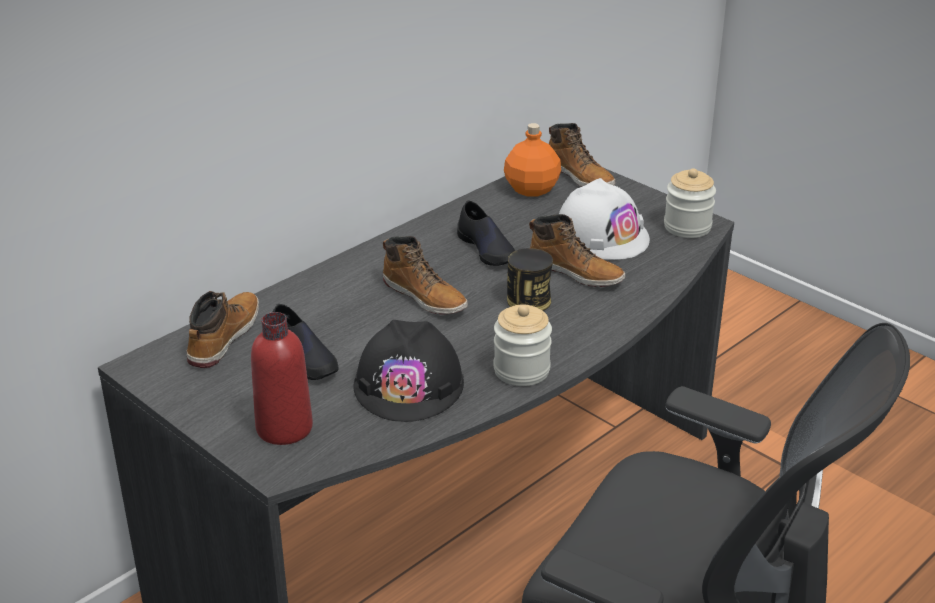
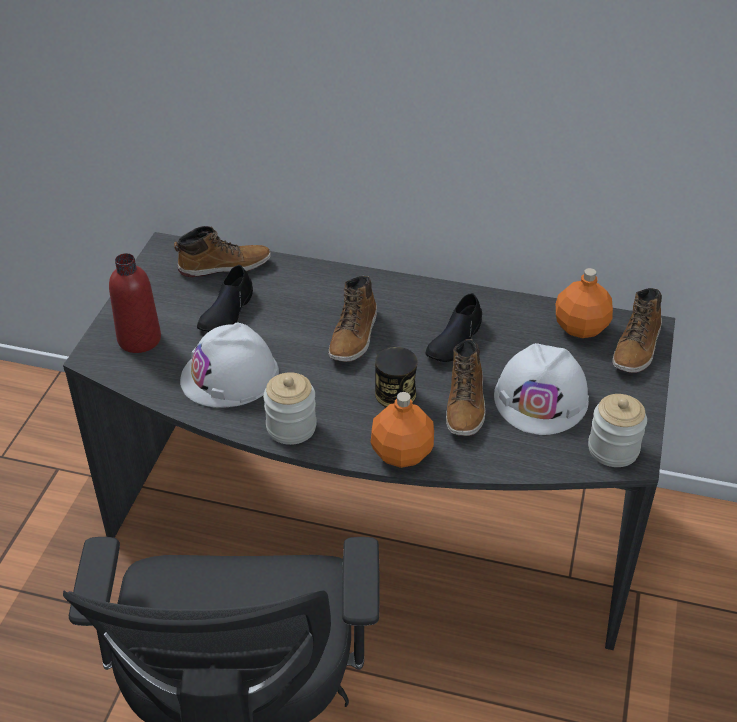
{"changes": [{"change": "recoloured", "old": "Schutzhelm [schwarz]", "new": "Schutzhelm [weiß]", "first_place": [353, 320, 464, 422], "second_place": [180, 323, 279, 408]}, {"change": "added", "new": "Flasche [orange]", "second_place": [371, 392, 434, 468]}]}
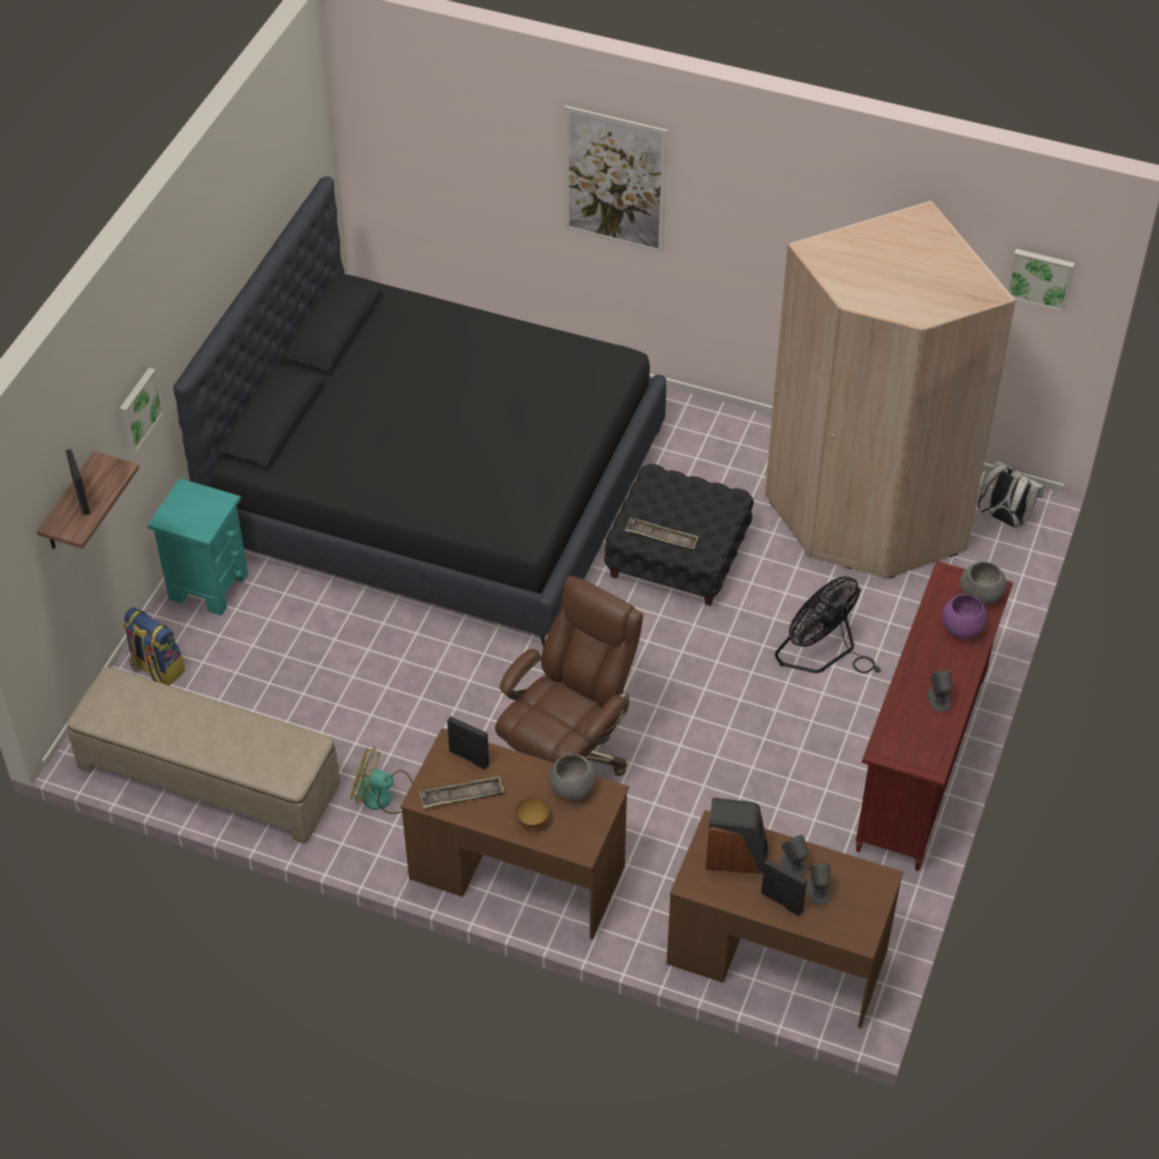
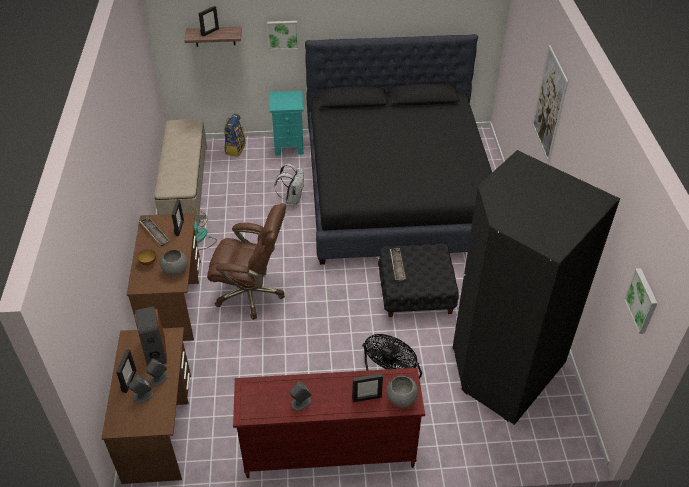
{"changes": [{"change": "recoloured", "old": "Kleiderschrank [beige]", "new": "Kleiderschrank [schwarz]", "first_place": [765, 200, 1016, 579], "second_place": [452, 150, 620, 425]}, {"change": "replaced", "old": "Schüssel [lila]", "new": "Bilderrahmen", "first_place": [942, 594, 987, 639], "second_place": [352, 373, 383, 402]}, {"change": "moved", "old": "Rucksack [weiß]", "first_place": [978, 461, 1044, 529], "second_place": [274, 163, 304, 205]}]}
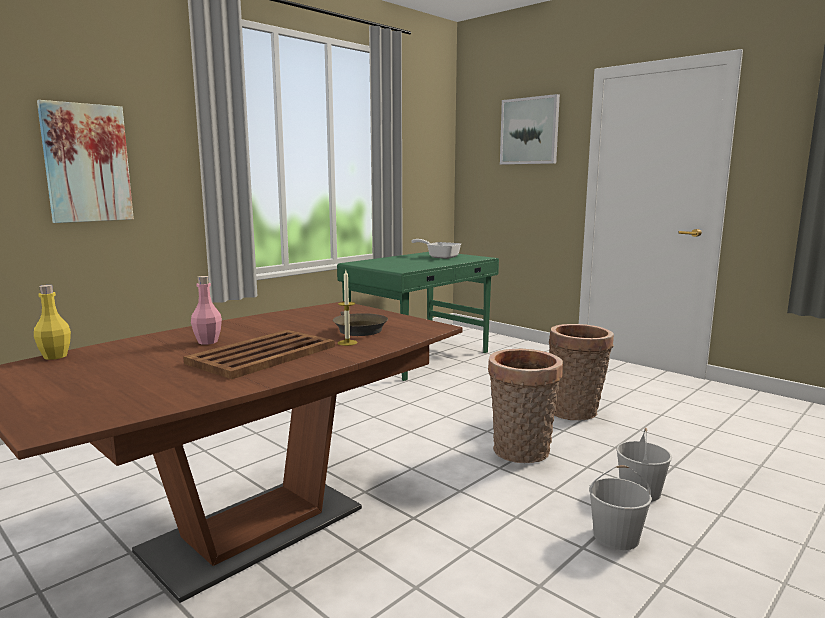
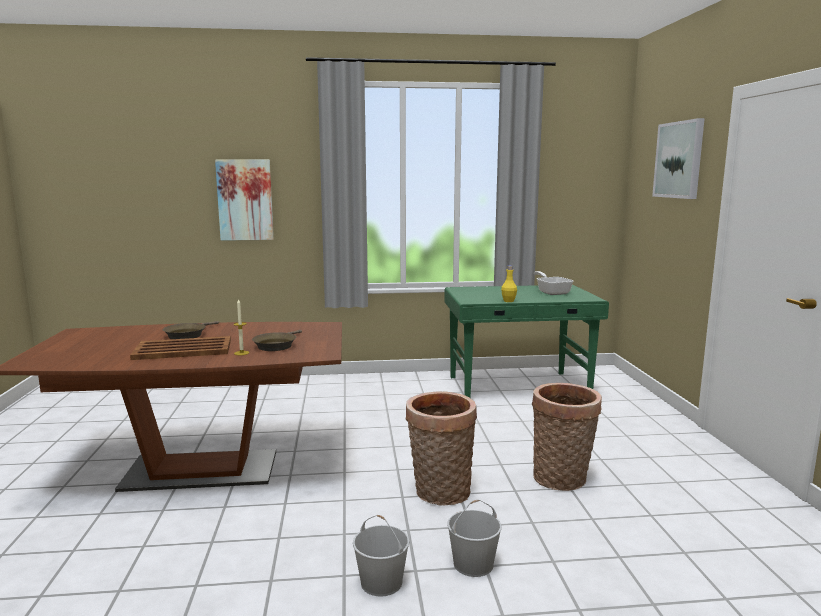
{"changes": [{"change": "moved", "old": "Flasche [gelb]", "first_place": [34, 285, 71, 360], "second_place": [501, 266, 517, 302]}, {"change": "replaced", "old": "Flasche [rosa]", "new": "Pfanne [braun]", "first_place": [191, 276, 222, 345], "second_place": [163, 321, 219, 339]}]}
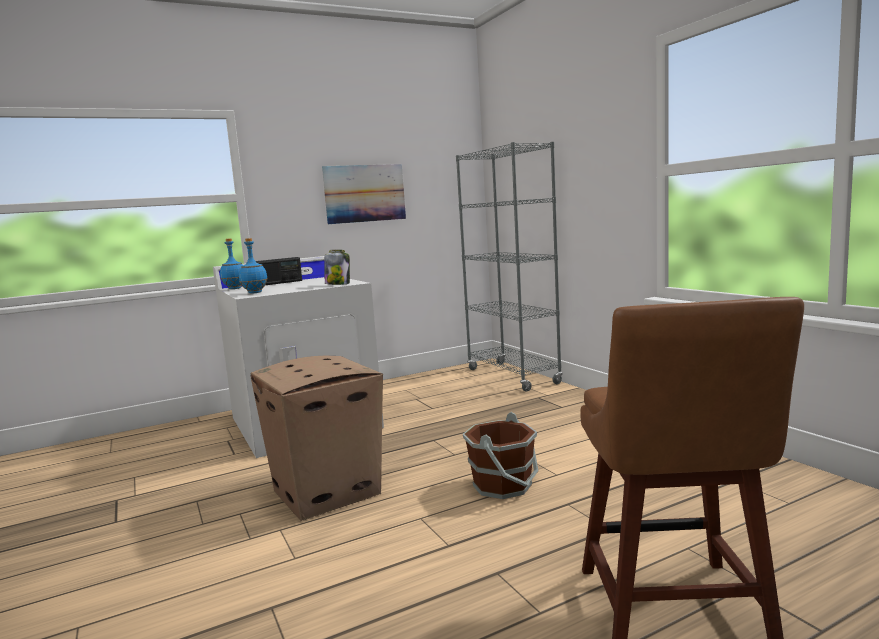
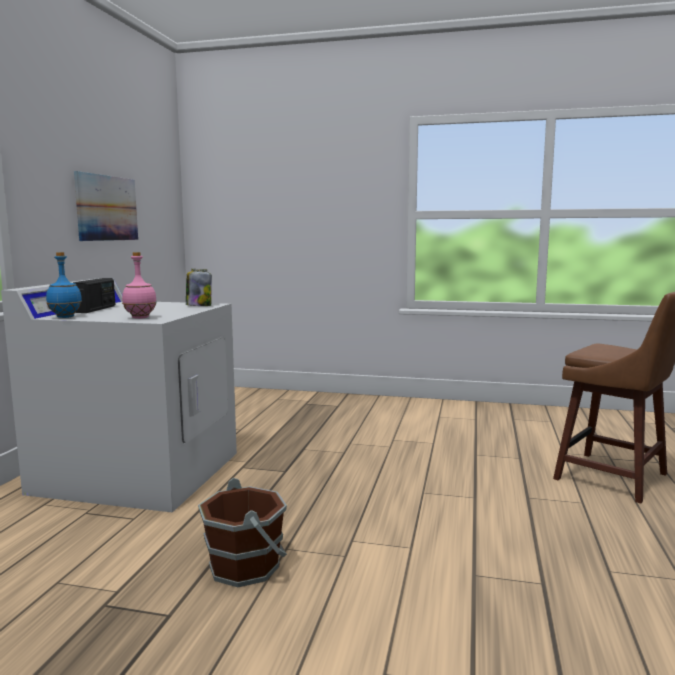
{"changes": [{"change": "recoloured", "old": "Flasche [blau]", "new": "Flasche [rosa]", "first_place": [239, 238, 268, 293], "second_place": [122, 252, 157, 319]}, {"change": "removed", "old": "Karton", "first_place": [251, 356, 383, 521]}, {"change": "removed", "old": "Bücherregal [grau]", "first_place": [456, 142, 563, 392]}, {"change": "moved", "old": "Eimer [braun]", "first_place": [463, 412, 538, 499], "second_place": [198, 477, 287, 587]}]}
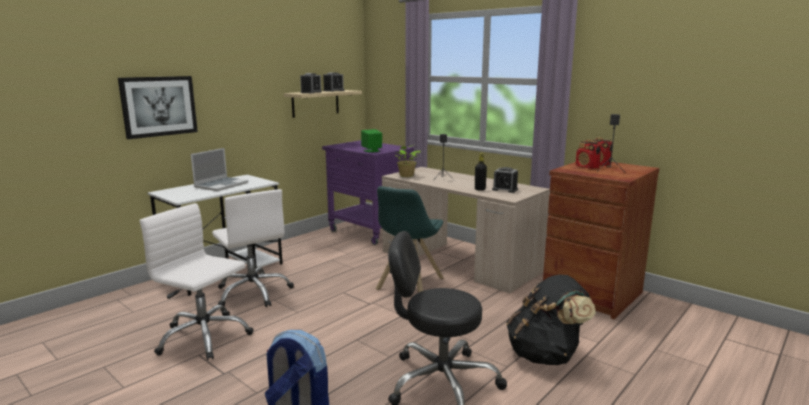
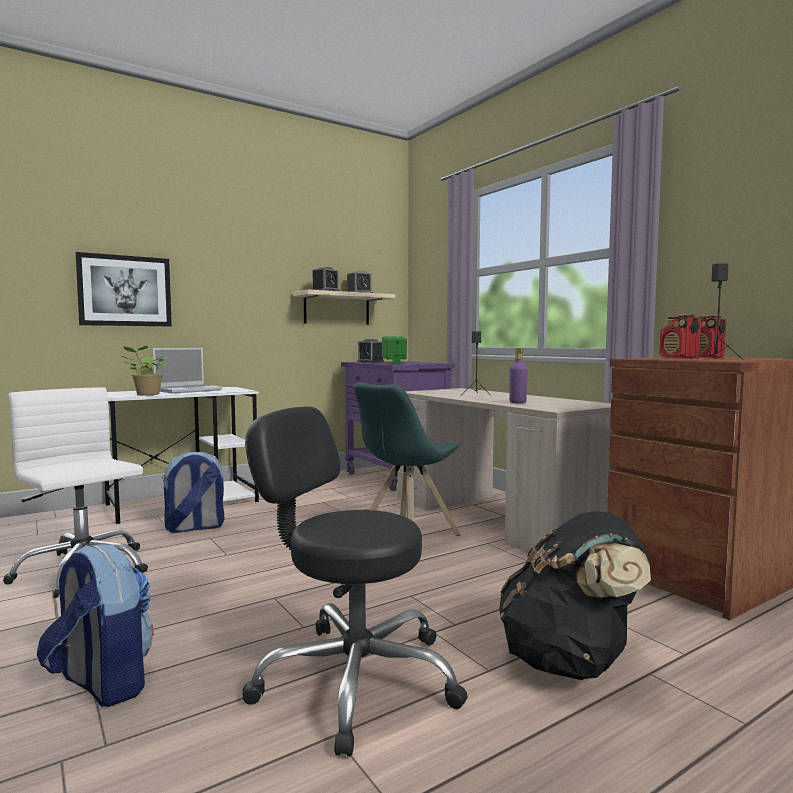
{"changes": [{"change": "replaced", "old": "Bürostuhl [weiß]", "new": "Rucksack", "first_place": [212, 189, 294, 307], "second_place": [162, 452, 224, 533]}, {"change": "moved", "old": "Topfpflanze", "first_place": [395, 145, 421, 177], "second_place": [122, 346, 168, 396]}, {"change": "recoloured", "old": "Flasche [schwarz]", "new": "Flasche [lila]", "first_place": [475, 153, 487, 191], "second_place": [510, 348, 528, 403]}, {"change": "moved", "old": "Wecker", "first_place": [492, 167, 518, 193], "second_place": [357, 339, 384, 363]}]}
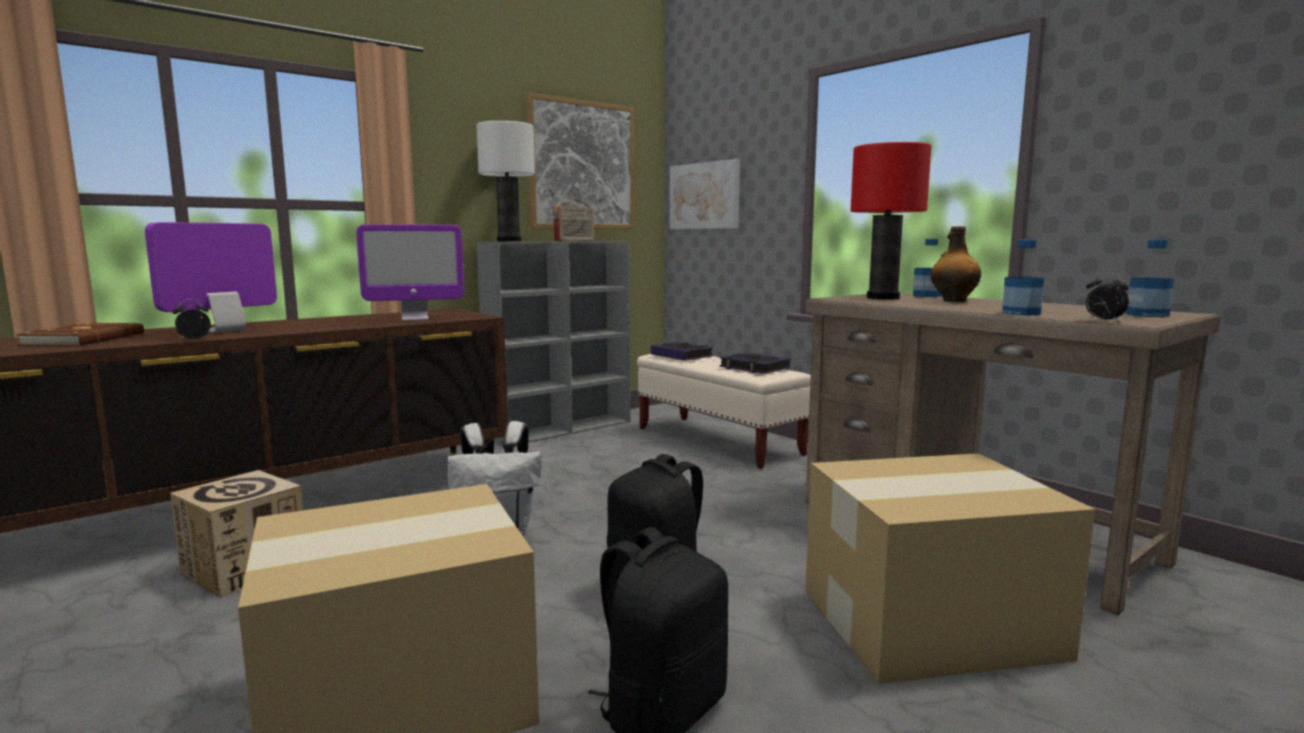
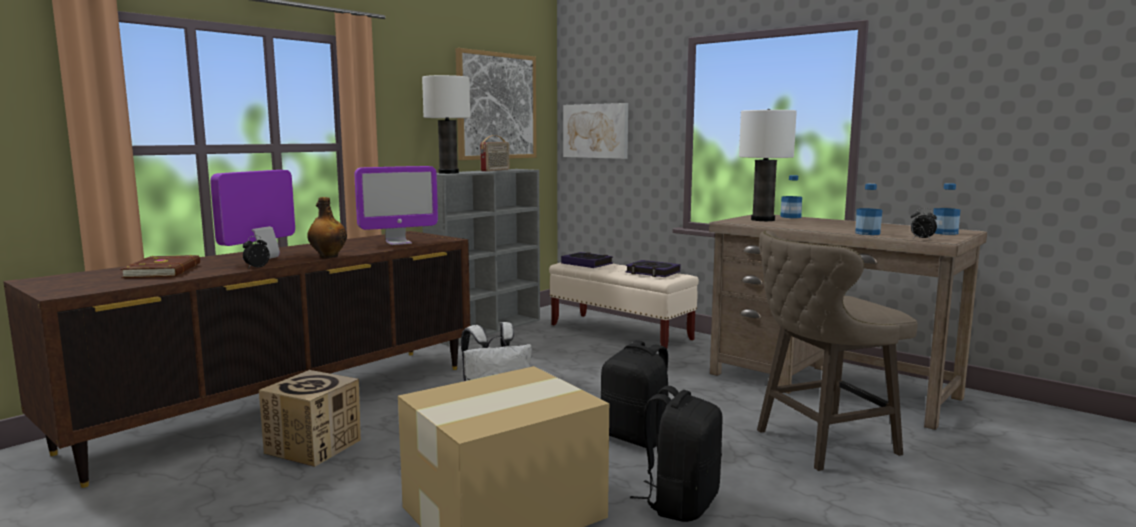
{"changes": [{"change": "replaced", "old": "Karton", "new": "Hocker [beige]", "first_place": [805, 453, 1095, 684], "second_place": [757, 230, 918, 471]}, {"change": "recoloured", "old": "Tischlampe [rot]", "new": "Tischlampe [weiß]", "first_place": [851, 142, 931, 299], "second_place": [739, 109, 797, 221]}, {"change": "moved", "old": "Flasche", "first_place": [931, 226, 981, 302], "second_place": [307, 197, 347, 258]}]}
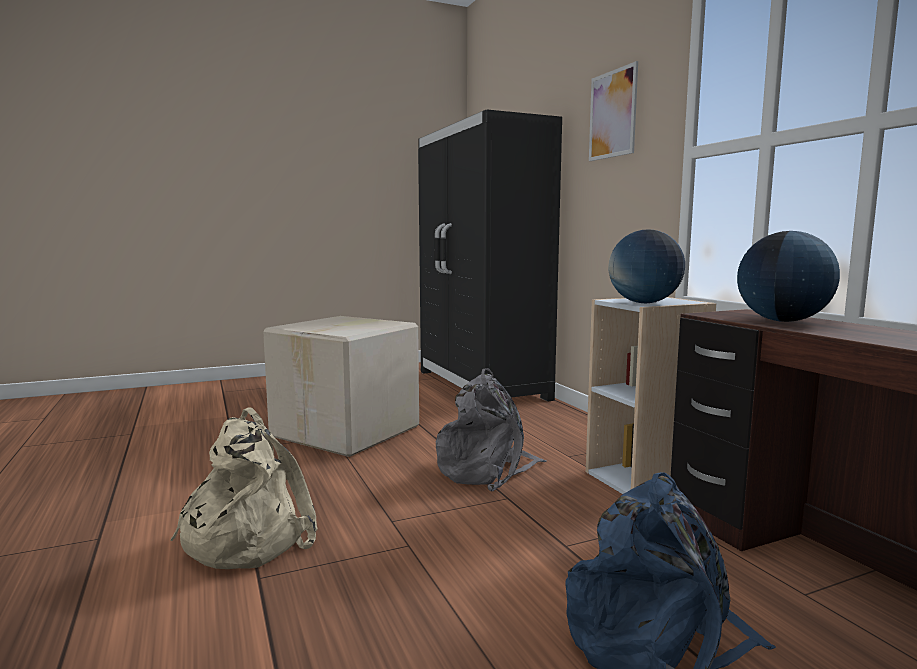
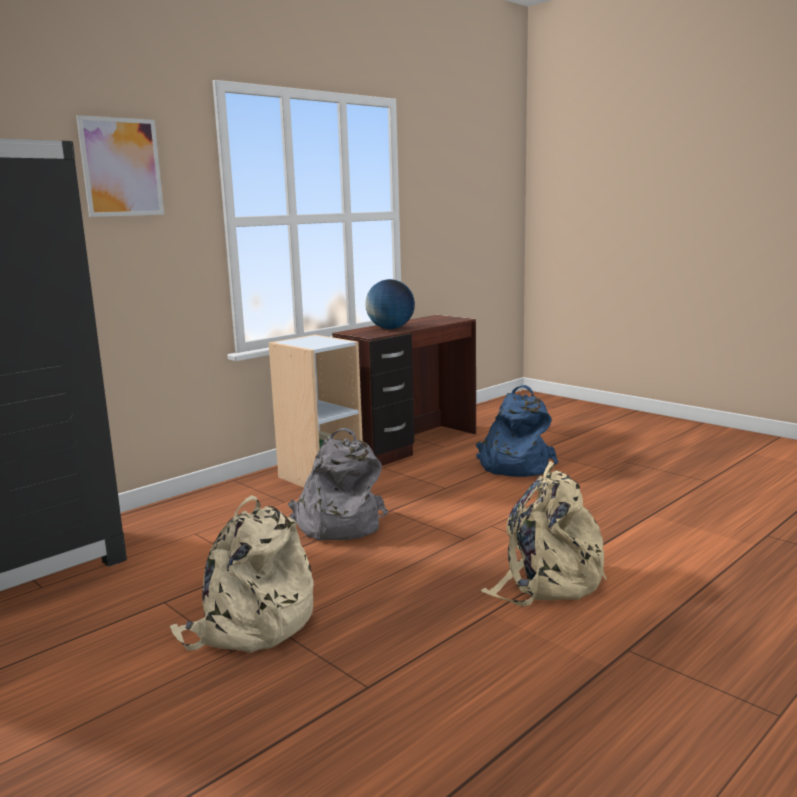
{"changes": [{"change": "replaced", "old": "Karton", "new": "Rucksack [beige]", "first_place": [263, 316, 419, 457], "second_place": [169, 495, 314, 653]}, {"change": "removed", "old": "Globus", "first_place": [608, 229, 685, 303]}]}
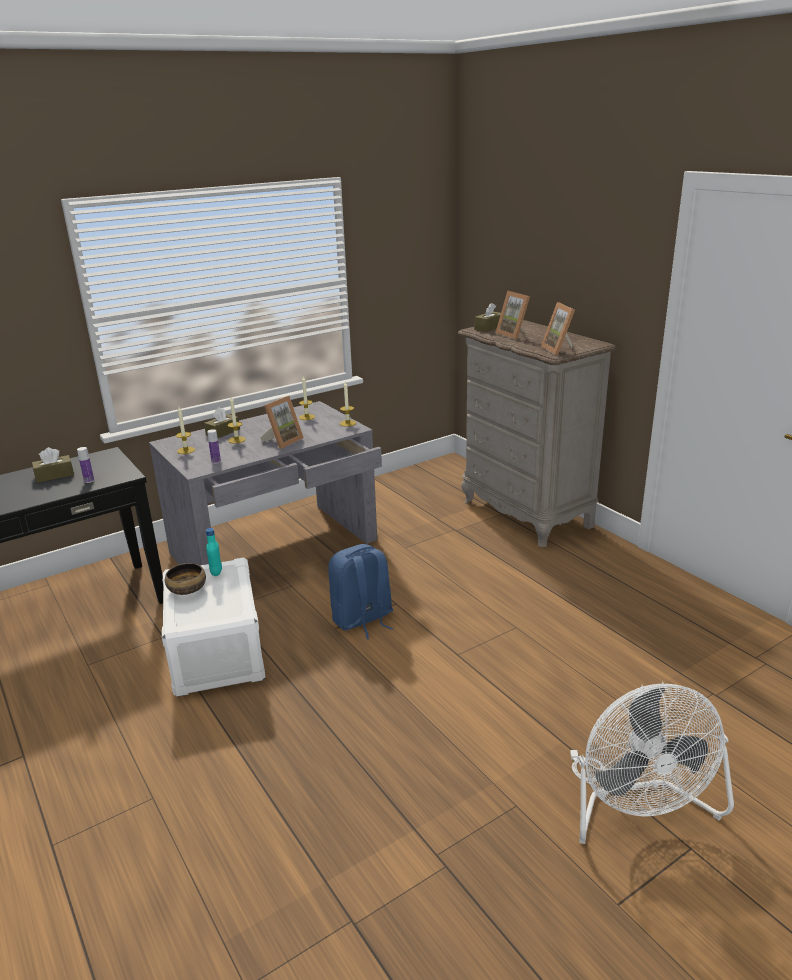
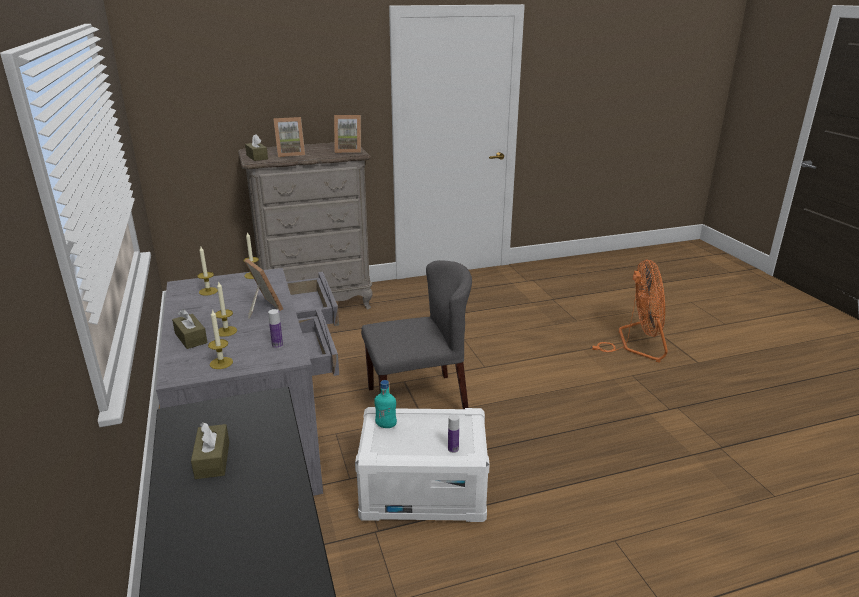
{"changes": [{"change": "moved", "old": "Flasche", "first_place": [77, 447, 94, 483], "second_place": [448, 414, 459, 453]}, {"change": "removed", "old": "Schüssel", "first_place": [165, 563, 206, 595]}, {"change": "replaced", "old": "Rucksack [blau]", "new": "Stuhl [grau]", "first_place": [328, 544, 393, 639], "second_place": [361, 260, 472, 409]}, {"change": "recoloured", "old": "Ventilator [weiß]", "new": "Ventilator [orange]", "first_place": [570, 682, 734, 844], "second_place": [591, 259, 668, 363]}]}
